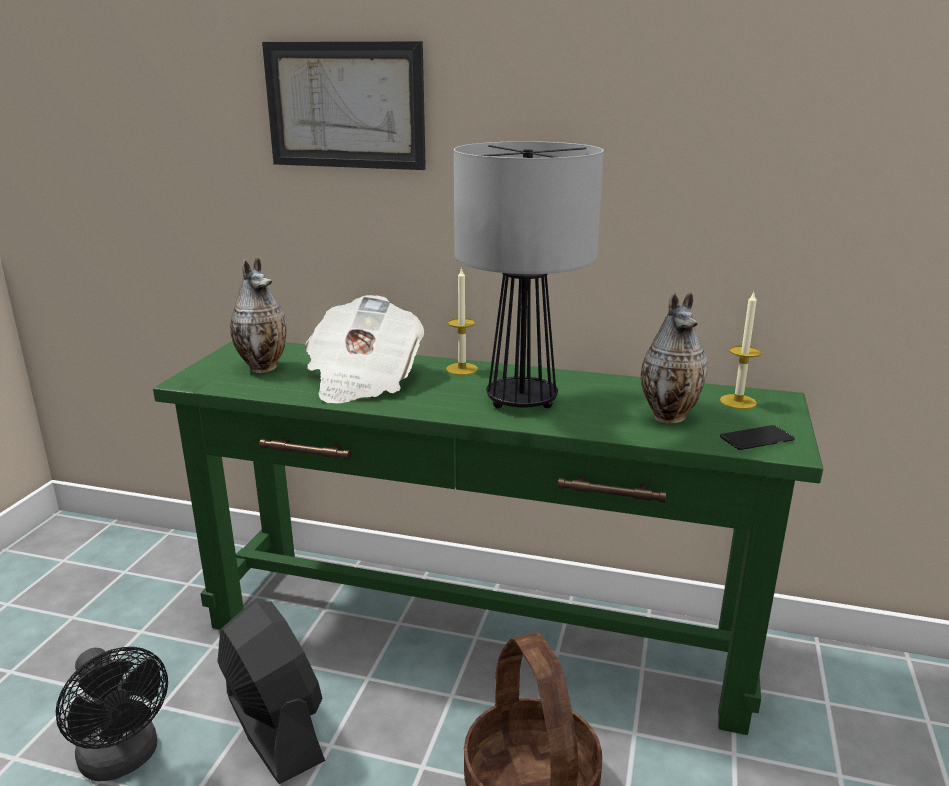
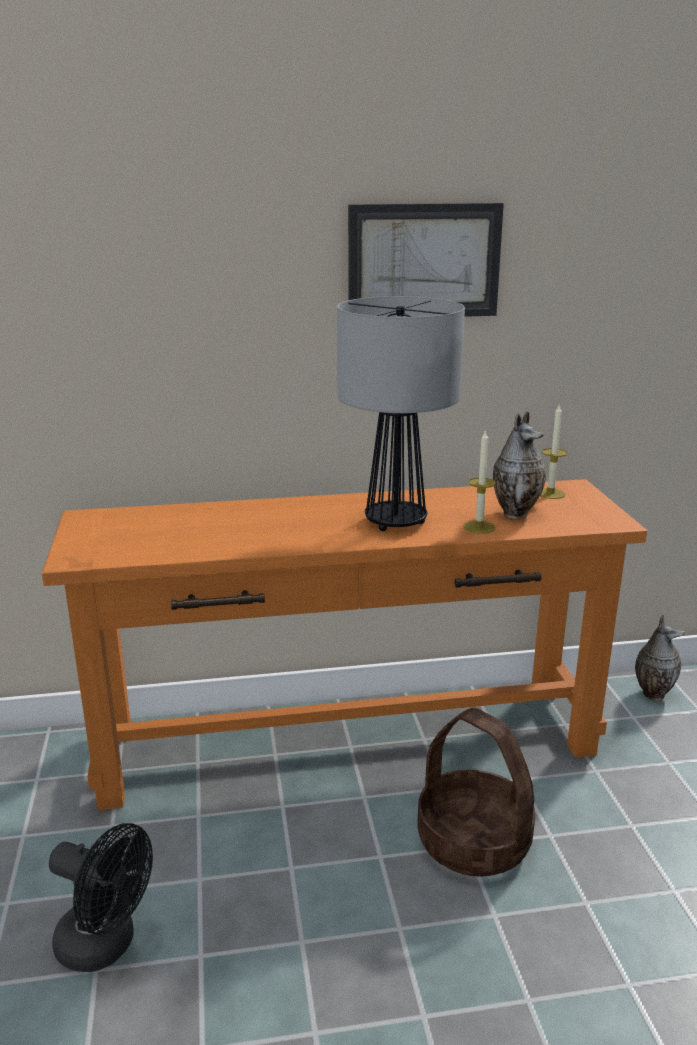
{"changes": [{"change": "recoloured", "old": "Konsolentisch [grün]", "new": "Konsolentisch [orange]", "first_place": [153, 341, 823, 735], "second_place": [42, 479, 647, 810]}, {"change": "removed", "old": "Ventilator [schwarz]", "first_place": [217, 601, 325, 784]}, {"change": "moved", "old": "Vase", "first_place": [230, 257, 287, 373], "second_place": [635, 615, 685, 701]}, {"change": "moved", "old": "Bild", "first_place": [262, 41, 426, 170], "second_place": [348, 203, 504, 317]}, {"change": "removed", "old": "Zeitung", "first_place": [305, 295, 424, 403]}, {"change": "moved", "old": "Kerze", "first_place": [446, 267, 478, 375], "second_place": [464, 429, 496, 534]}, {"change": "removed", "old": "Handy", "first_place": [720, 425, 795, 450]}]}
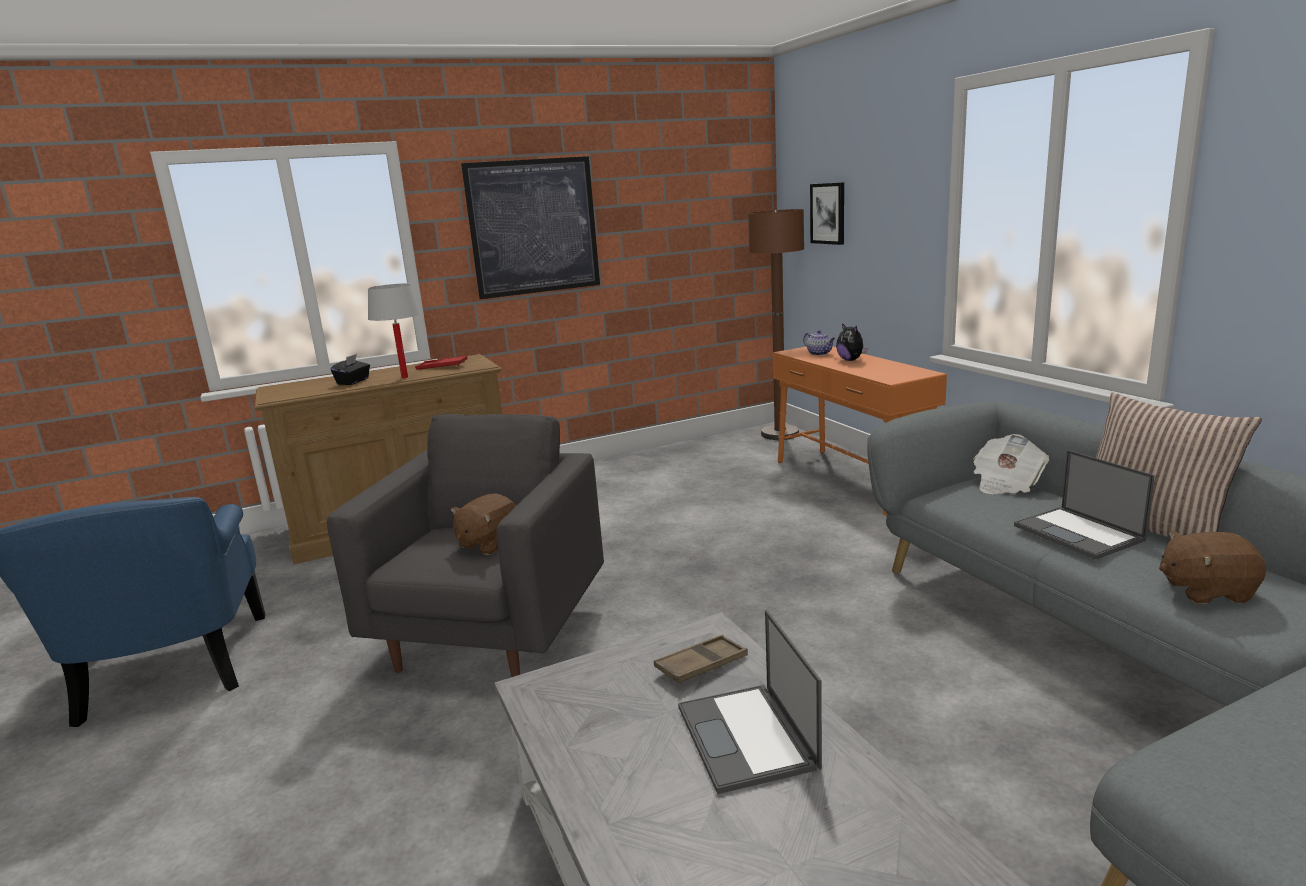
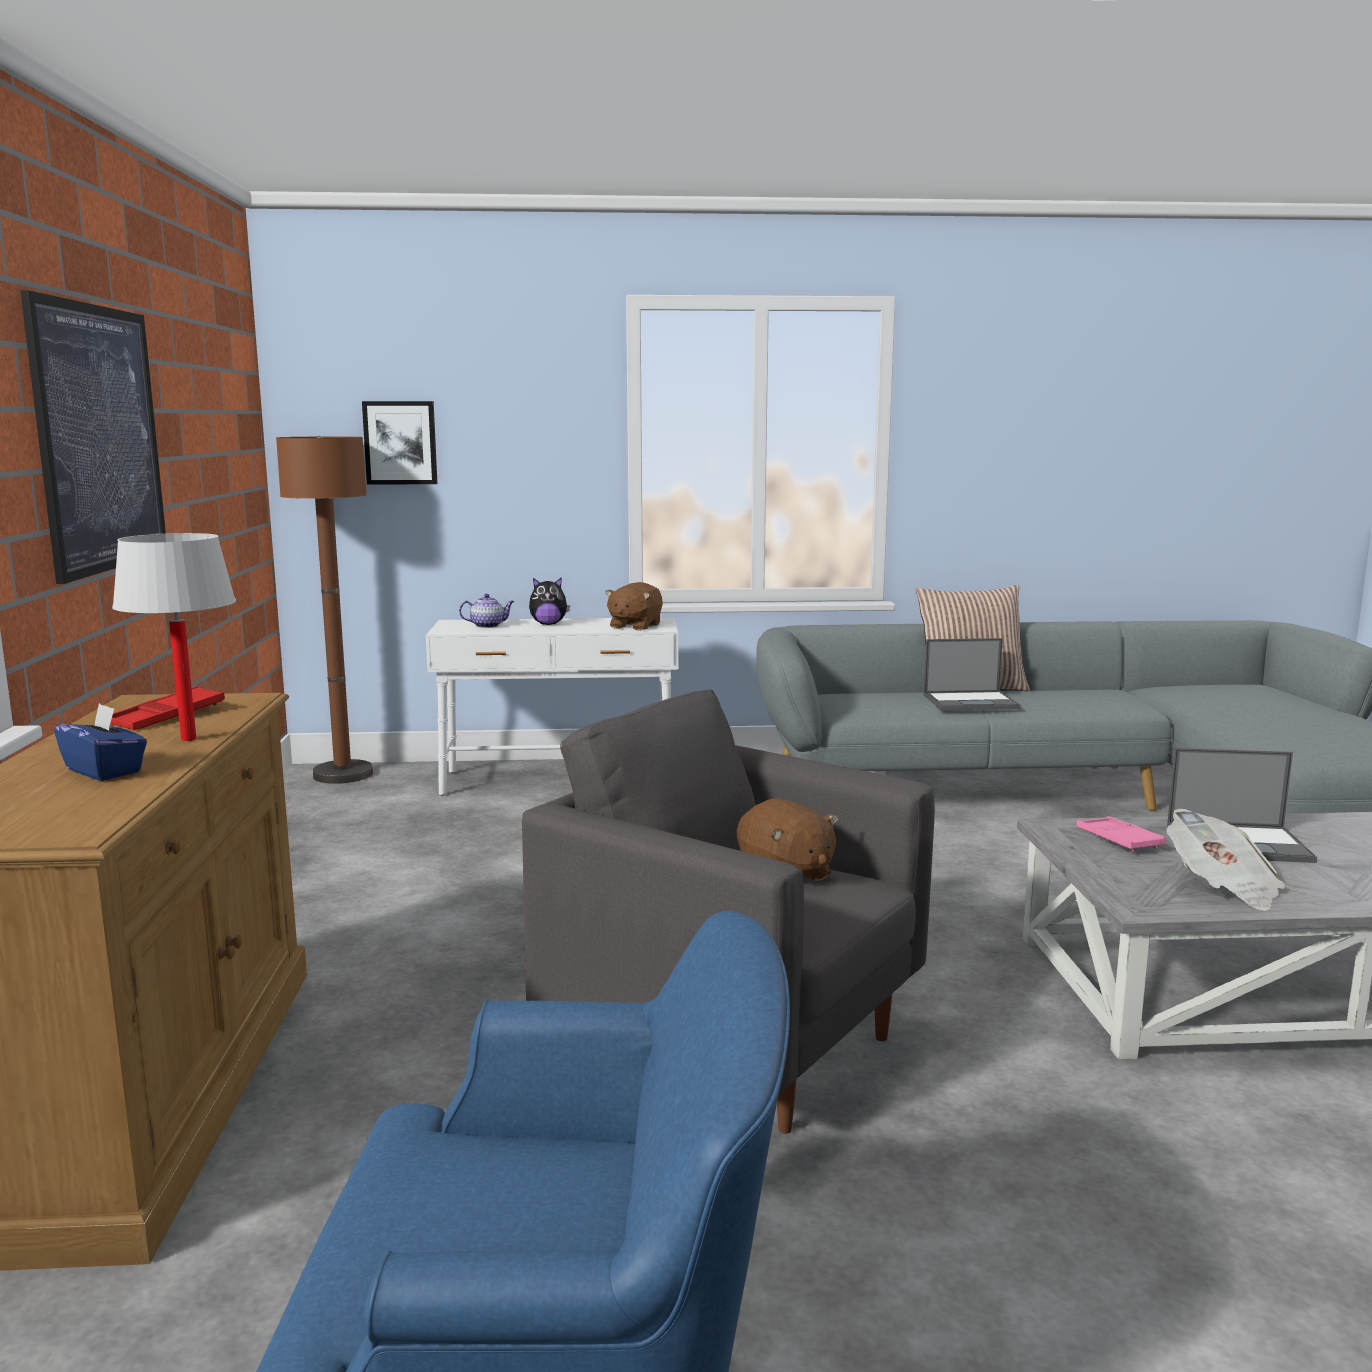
{"changes": [{"change": "recoloured", "old": "Taschentuchbox [schwarz]", "new": "Taschentuchbox [blau]", "first_place": [331, 354, 370, 385], "second_place": [54, 703, 147, 781]}, {"change": "recoloured", "old": "Tablett [braun]", "new": "Tablett [rosa]", "first_place": [654, 635, 748, 684], "second_place": [1076, 816, 1166, 851]}, {"change": "recoloured", "old": "Konsolentisch [orange]", "new": "Konsolentisch [weiß]", "first_place": [773, 346, 947, 515], "second_place": [426, 617, 679, 795]}, {"change": "moved", "old": "Zeitung", "first_place": [973, 434, 1049, 494], "second_place": [1166, 809, 1285, 911]}, {"change": "moved", "old": "Plüschtier [braun]", "first_place": [1159, 531, 1266, 604], "second_place": [605, 582, 663, 631]}]}
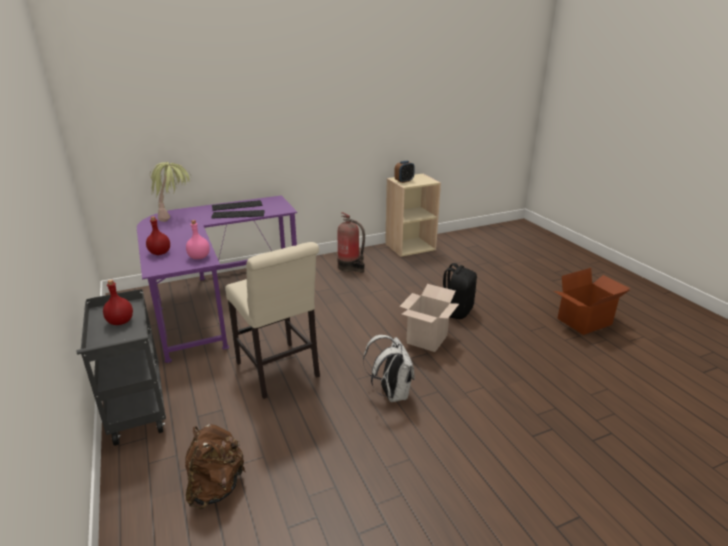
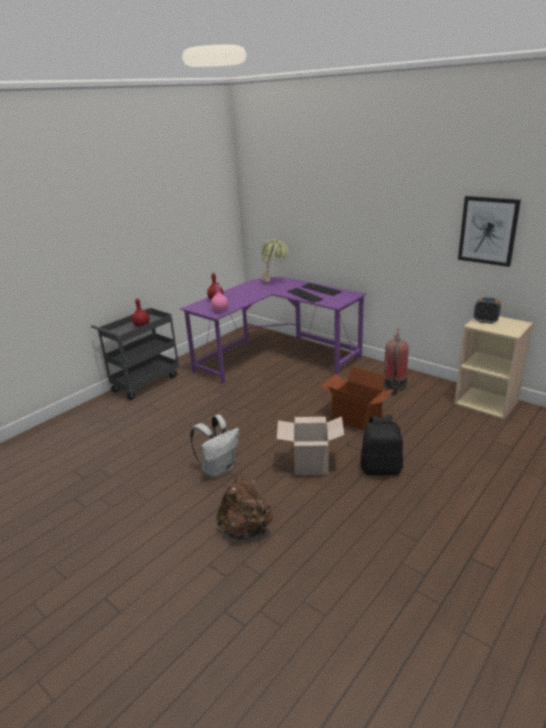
{"changes": [{"change": "moved", "old": "Rucksack [braun]", "first_place": [185, 424, 246, 509], "second_place": [216, 474, 273, 539]}, {"change": "removed", "old": "Hocker [beige]", "first_place": [225, 242, 320, 399]}, {"change": "moved", "old": "Karton", "first_place": [554, 268, 631, 335], "second_place": [321, 366, 395, 431]}, {"change": "added", "new": "Bild", "second_place": [458, 196, 521, 267]}]}
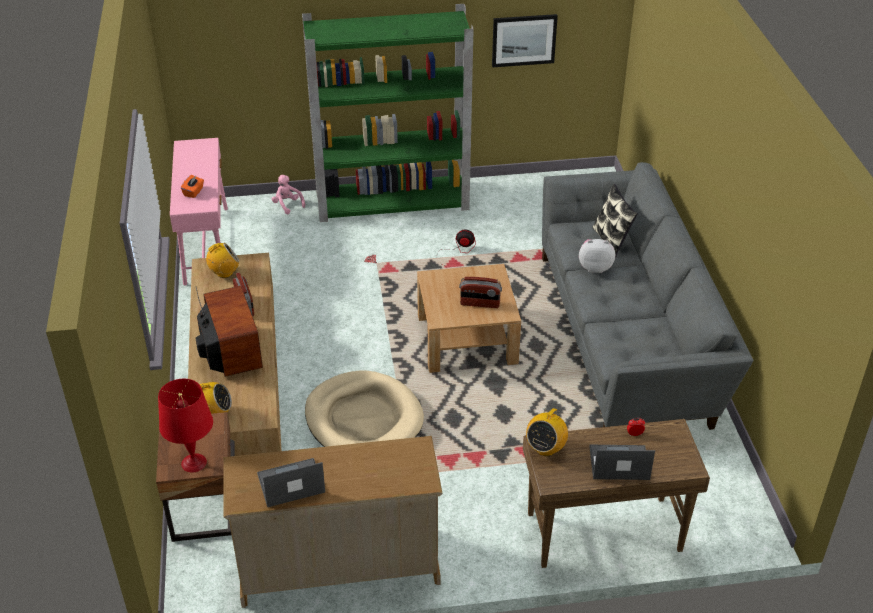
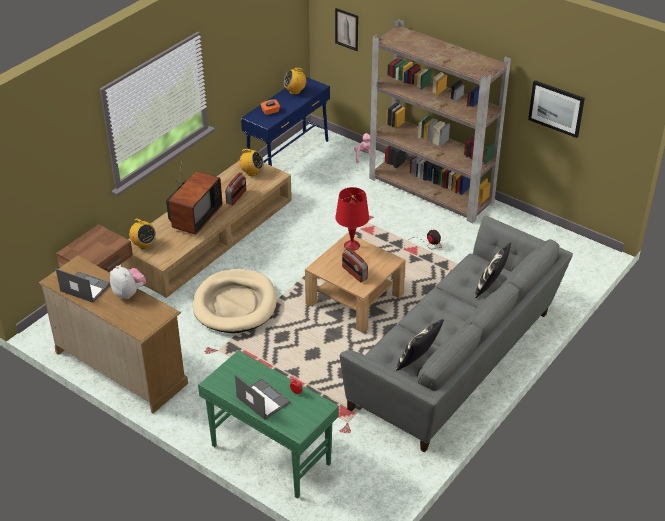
{"changes": [{"change": "moved", "old": "Tischlampe [rot]", "first_place": [158, 379, 213, 472], "second_place": [335, 187, 369, 251]}, {"change": "recoloured", "old": "Konsolentisch [rosa]", "new": "Konsolentisch [blau]", "first_place": [170, 138, 228, 285], "second_place": [241, 77, 330, 166]}, {"change": "recoloured", "old": "Bücherregal [grün]", "new": "Bücherregal [braun]", "first_place": [302, 4, 474, 222], "second_place": [369, 19, 511, 223]}, {"change": "recoloured", "old": "Konsolentisch [braun]", "new": "Konsolentisch [grün]", "first_place": [523, 419, 710, 568], "second_place": [198, 350, 339, 499]}, {"change": "moved", "old": "Radio", "first_place": [526, 406, 568, 456], "second_place": [283, 68, 306, 95]}, {"change": "moved", "old": "Plüschtier", "first_place": [579, 239, 615, 273], "second_place": [110, 266, 146, 299]}, {"change": "added", "new": "Bild", "second_place": [335, 8, 358, 51]}, {"change": "added", "new": "Kissen", "second_place": [396, 319, 444, 371]}]}
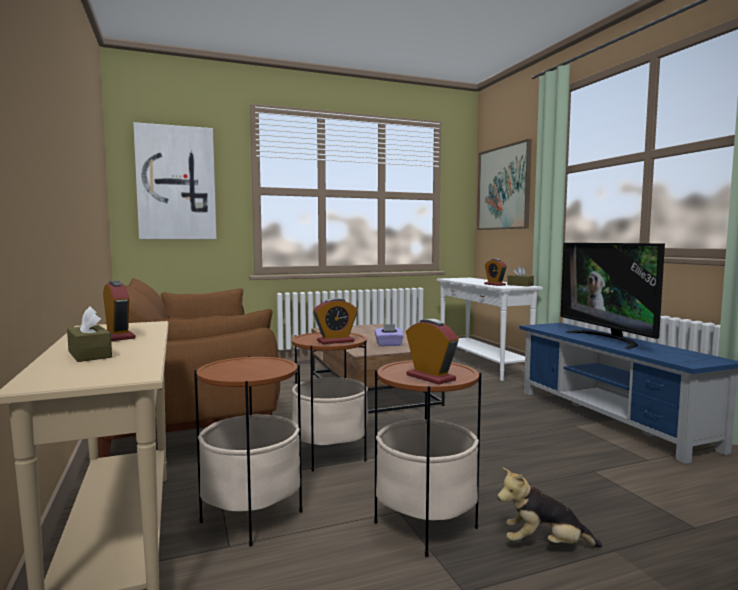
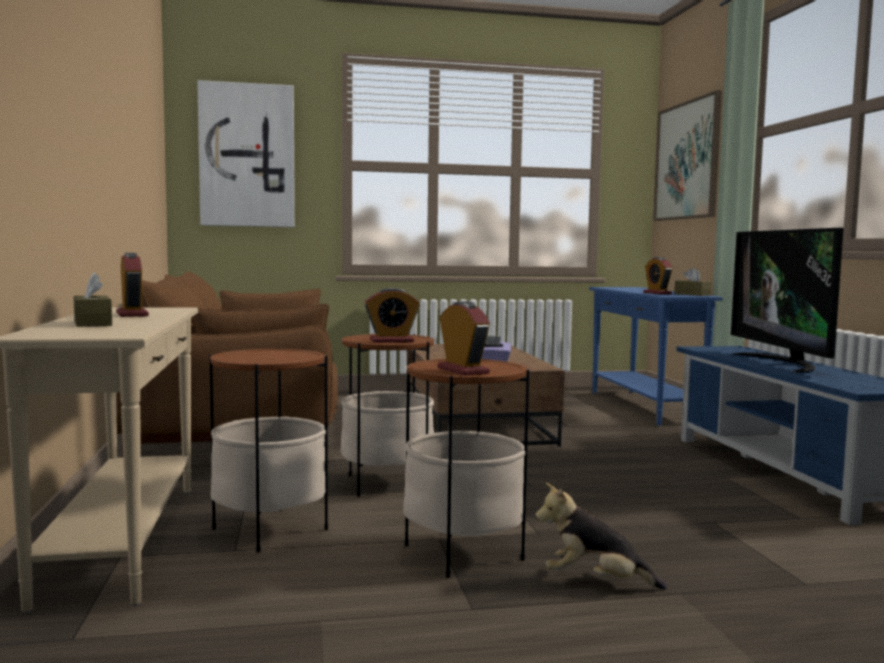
{"changes": [{"change": "recoloured", "old": "Konsolentisch [weiß]", "new": "Konsolentisch [blau]", "first_place": [436, 278, 543, 382], "second_place": [589, 287, 723, 426]}]}
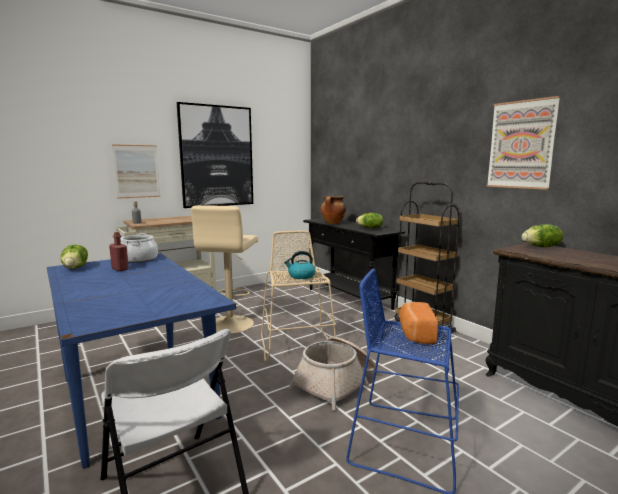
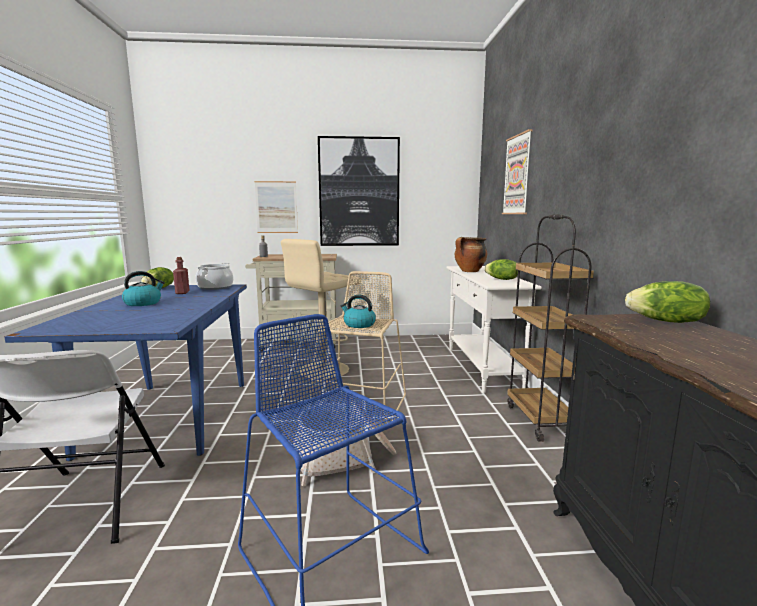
{"changes": [{"change": "recoloured", "old": "Konsolentisch [schwarz]", "new": "Konsolentisch [weiß]", "first_place": [303, 218, 405, 312], "second_place": [446, 266, 542, 393]}, {"change": "removed", "old": "Brot", "first_place": [400, 302, 438, 344]}, {"change": "moved", "old": "Bild", "first_place": [487, 96, 561, 190], "second_place": [502, 129, 533, 214]}, {"change": "added", "new": "Wasserkessel", "second_place": [122, 271, 165, 306]}]}
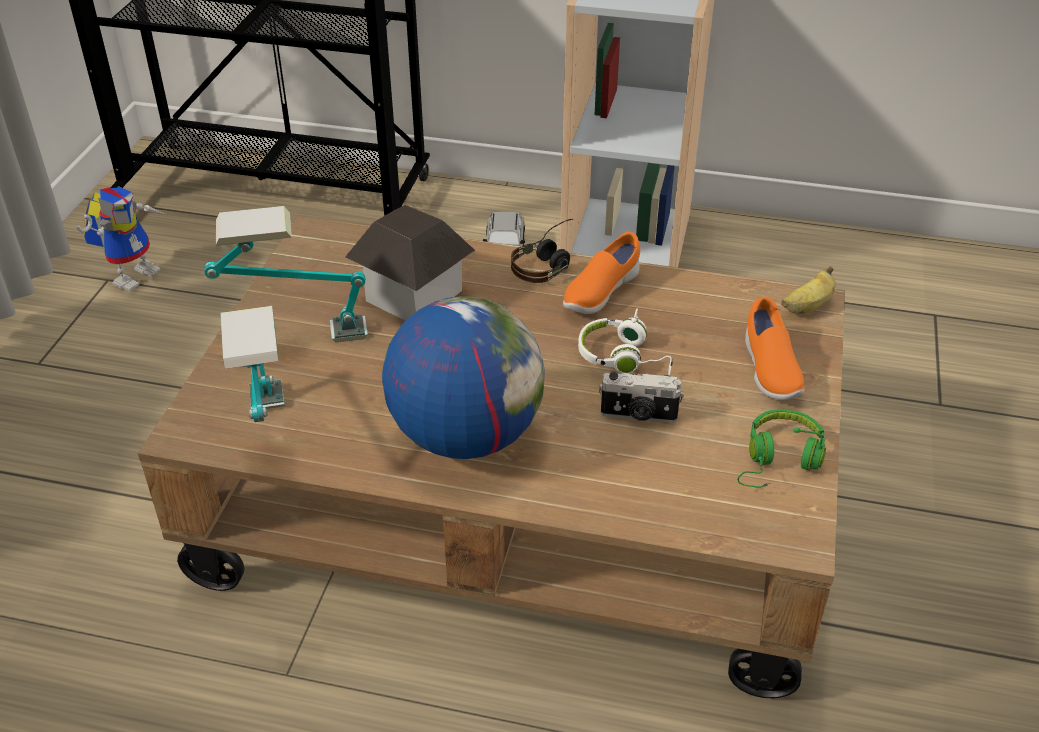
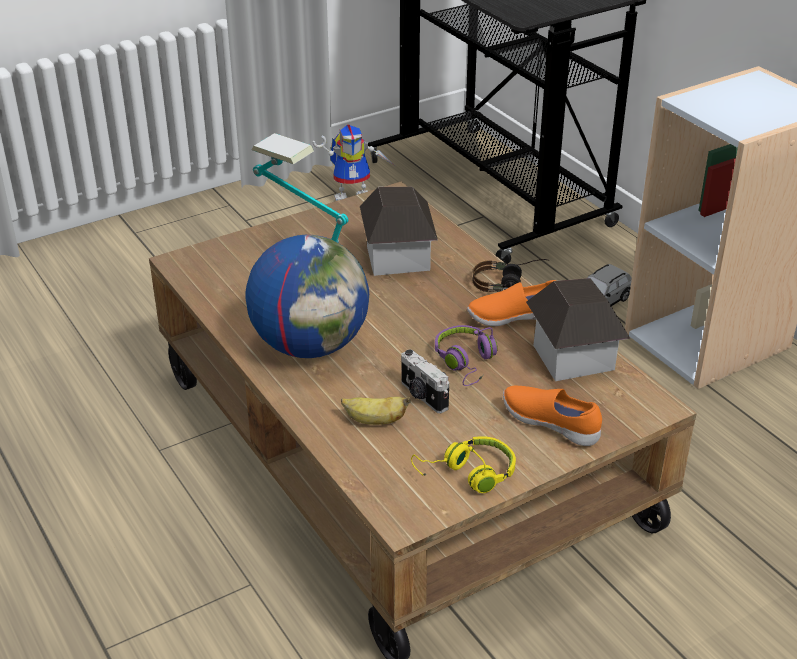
{"changes": [{"change": "removed", "old": "Tischlampe", "first_place": [220, 306, 285, 422]}, {"change": "recoloured", "old": "Kopfhörer [weiß]", "new": "Kopfhörer [lila]", "first_place": [578, 309, 673, 376], "second_place": [435, 325, 498, 386]}, {"change": "recoloured", "old": "Kopfhörer [grün]", "new": "Kopfhörer [gelb]", "first_place": [737, 409, 826, 488], "second_place": [411, 436, 516, 493]}, {"change": "turned", "old": "Schuh [orange]", "first_place": [745, 297, 804, 400], "second_place": [503, 386, 602, 446], "degrees": 90}, {"change": "moved", "old": "Banane", "first_place": [781, 266, 836, 314], "second_place": [341, 397, 411, 425]}, {"change": "added", "new": "Spielzeughaus", "second_place": [526, 278, 631, 381]}]}
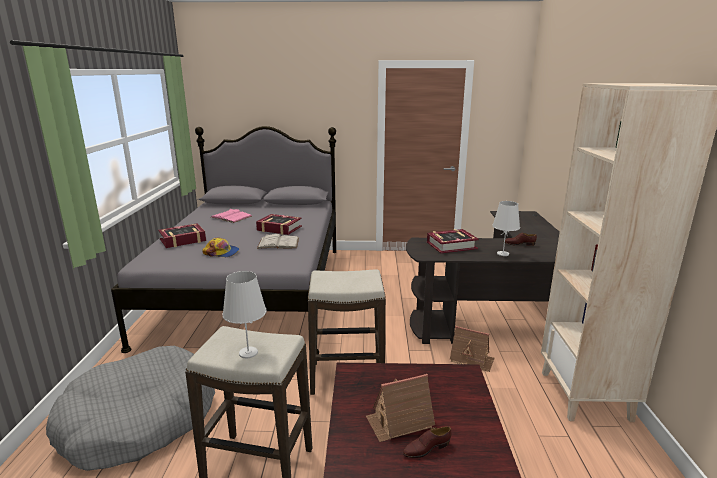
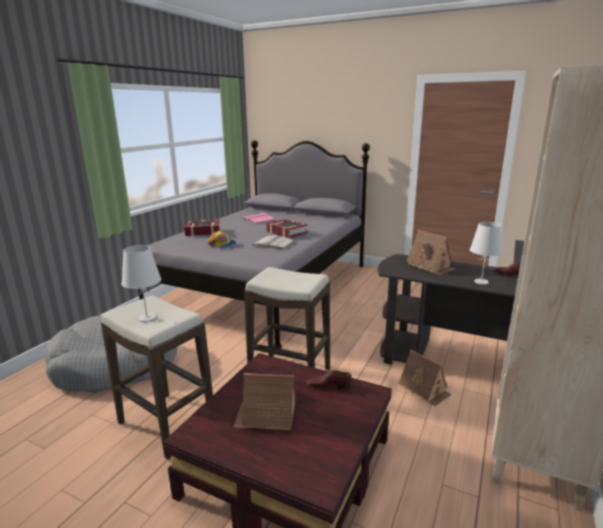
{"changes": [{"change": "moved", "old": "Schuh [braun]", "first_place": [403, 426, 452, 458], "second_place": [307, 370, 352, 390]}, {"change": "replaced", "old": "Buch", "new": "Spielzeughaus", "first_place": [427, 229, 479, 253], "second_place": [407, 230, 456, 275]}]}
